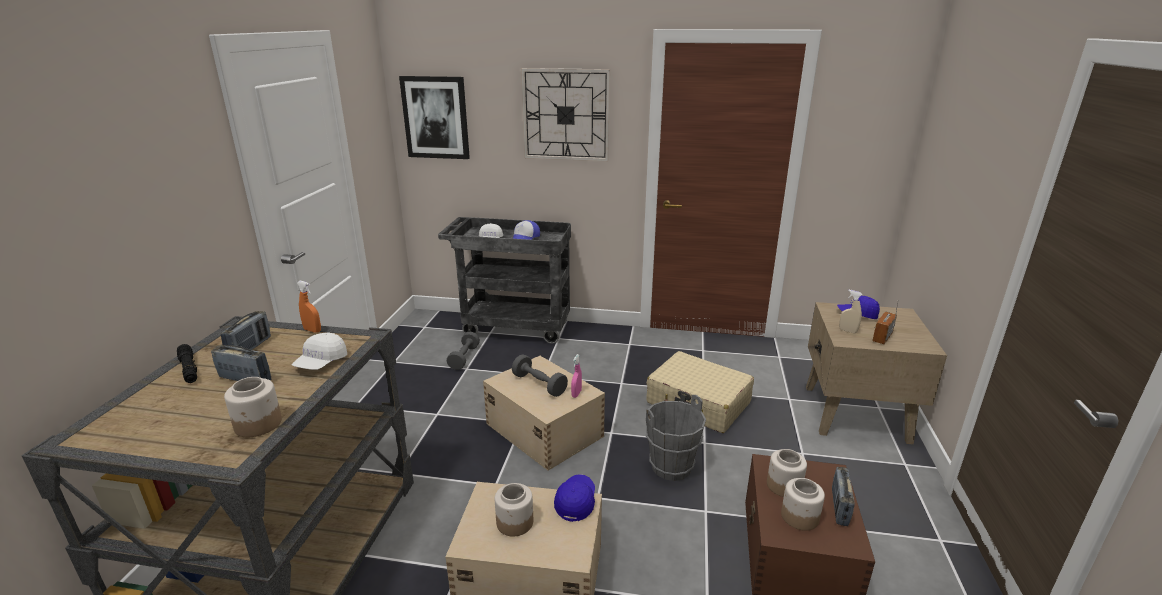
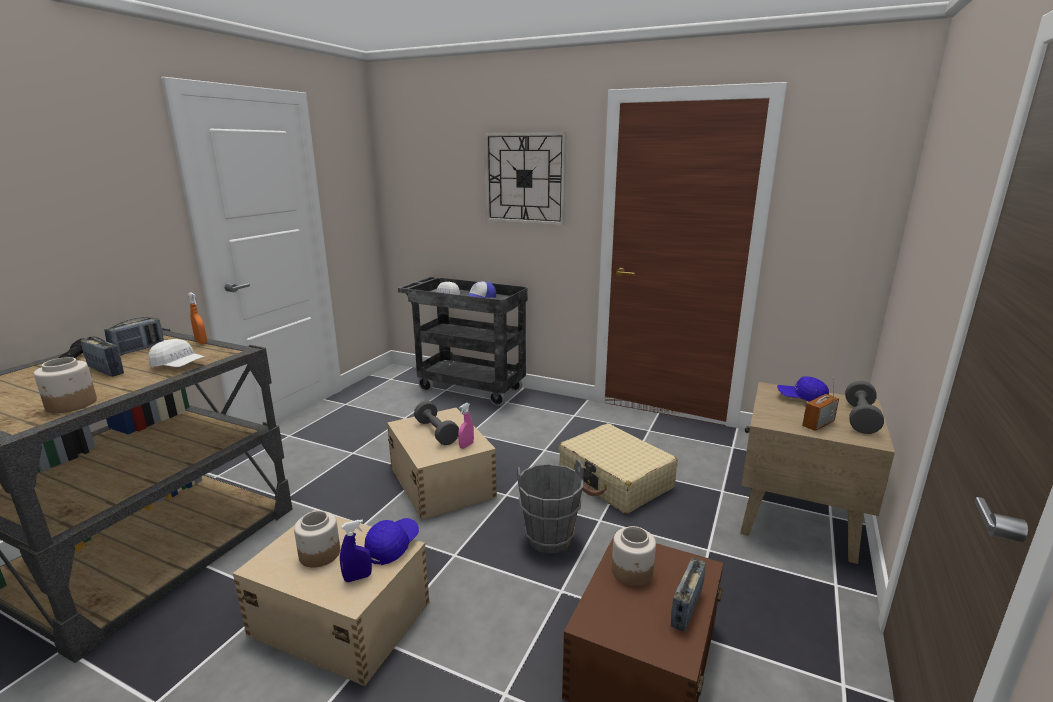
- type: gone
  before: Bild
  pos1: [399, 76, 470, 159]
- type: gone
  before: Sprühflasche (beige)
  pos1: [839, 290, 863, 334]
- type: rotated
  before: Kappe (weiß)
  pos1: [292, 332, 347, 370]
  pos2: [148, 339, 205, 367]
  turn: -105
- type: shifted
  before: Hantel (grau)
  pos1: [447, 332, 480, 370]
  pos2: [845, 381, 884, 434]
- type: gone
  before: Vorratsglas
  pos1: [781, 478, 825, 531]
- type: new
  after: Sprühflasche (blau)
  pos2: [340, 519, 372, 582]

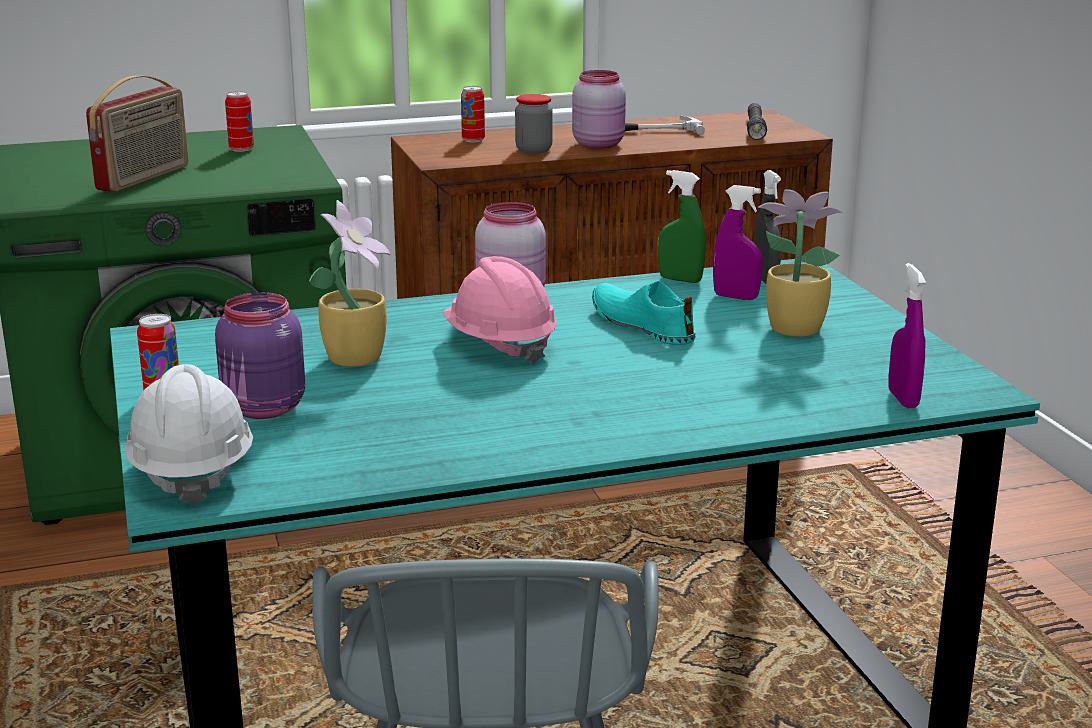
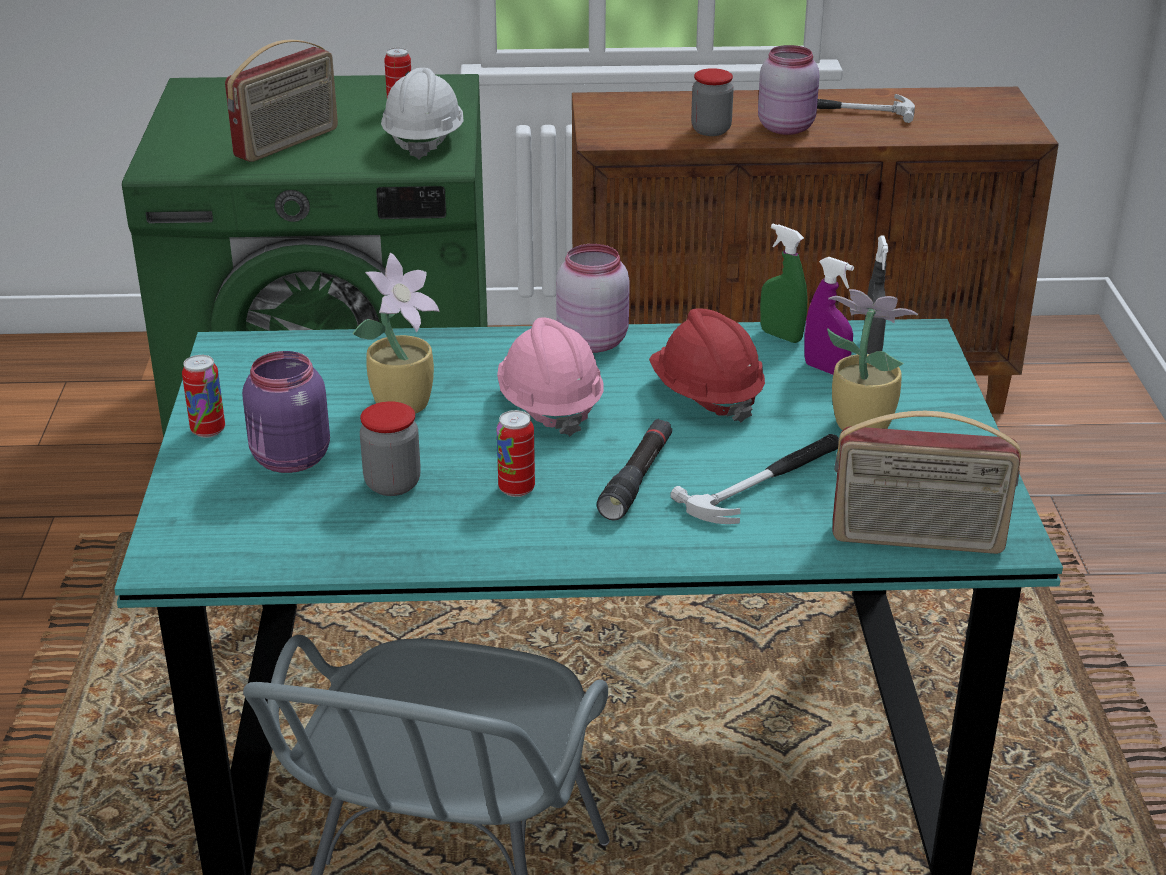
- type: shifted
  before: Dose
  pos1: [461, 86, 485, 142]
  pos2: [497, 410, 535, 497]
- type: shifted
  before: Taschenlampe (schwarz)
  pos1: [747, 103, 767, 140]
  pos2: [597, 419, 672, 520]
- type: swapped
  before: Sprühflasche (lila)
  after: Radio
  pos1: [888, 263, 926, 408]
  pos2: [833, 411, 1021, 554]
- type: swapped
  before: Schuh (türkis)
  after: Schutzhelm (rot)
  pos1: [592, 281, 695, 345]
  pos2: [649, 308, 765, 423]
- type: shifted
  before: Schutzhelm (weiß)
  pos1: [125, 364, 253, 506]
  pos2: [381, 68, 464, 160]
- type: new
  after: Vorratsglas
  pos2: [360, 401, 421, 496]
- type: new
  after: Hammer
  pos2: [671, 434, 839, 524]

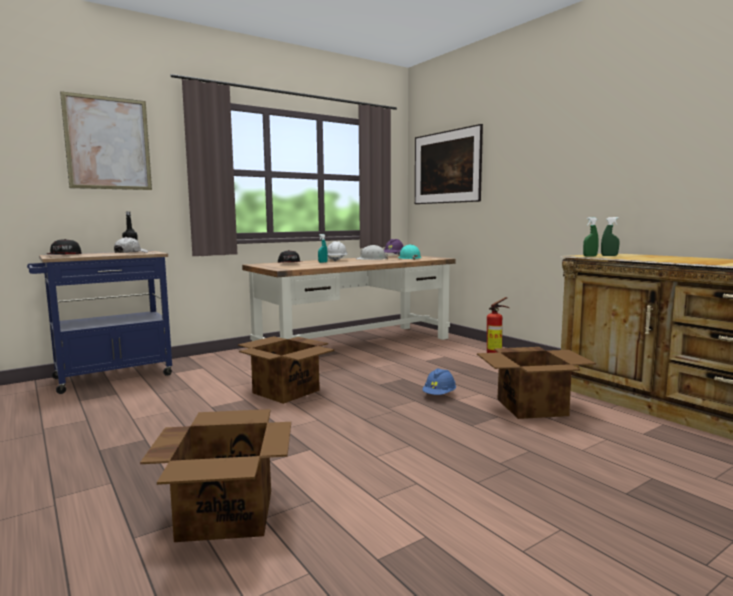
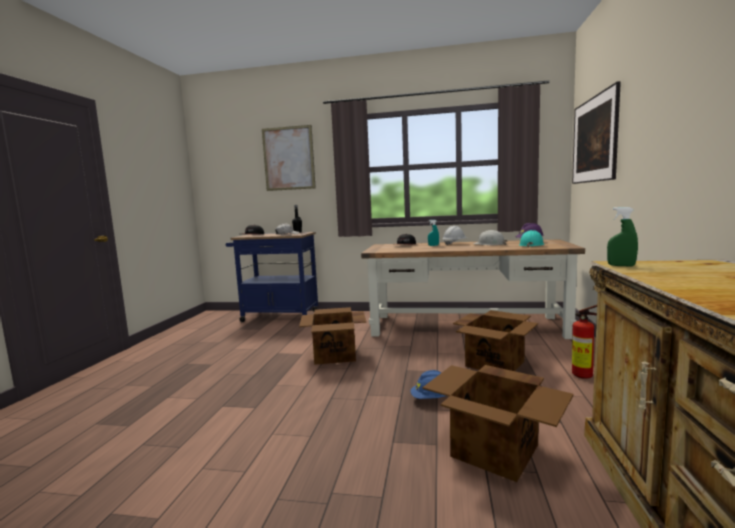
- type: gone
  before: Sprühflasche (grün)
  pos1: [601, 217, 619, 256]
- type: shifted
  before: Karton
  pos1: [140, 409, 291, 542]
  pos2: [453, 310, 538, 371]

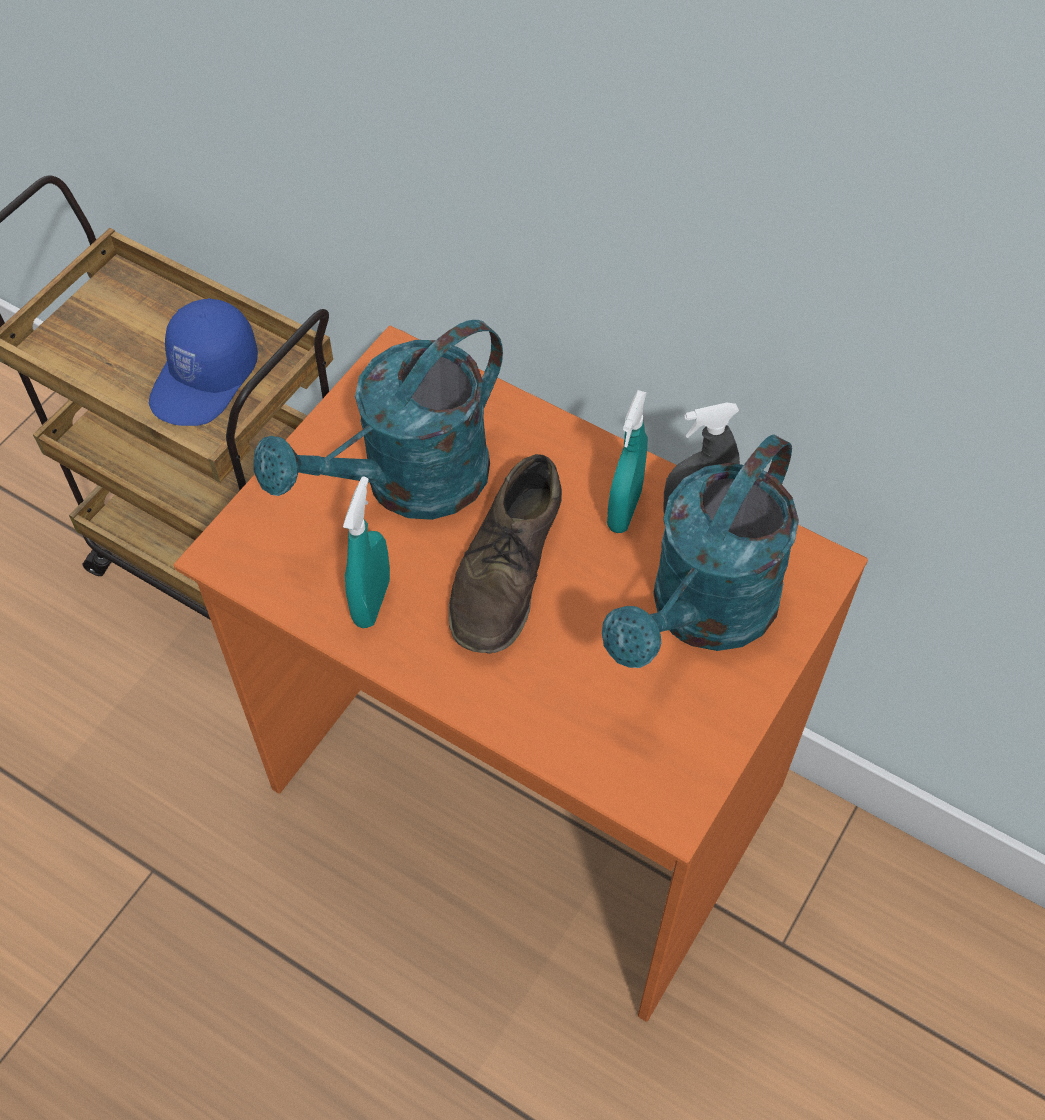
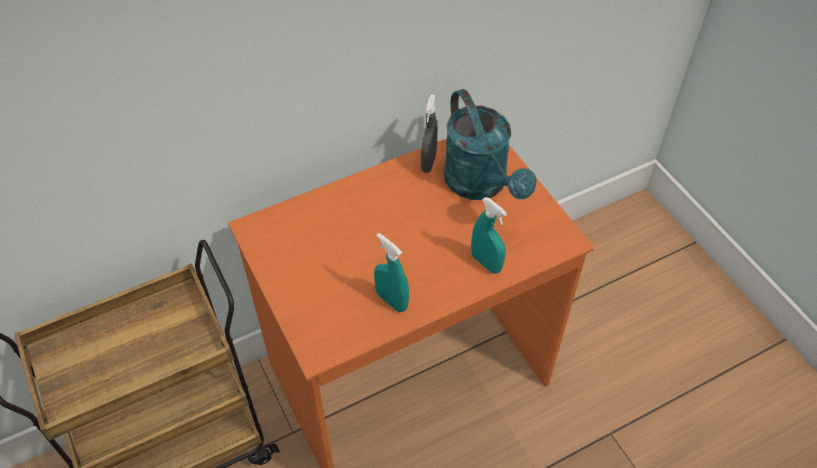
- type: gone
  before: Kappe (blau)
  pos1: [149, 298, 258, 426]
- type: gone
  before: Gießkanne (türkis)
  pos1: [254, 320, 503, 520]
- type: shifted
  before: Sprühflasche (türkis)
  pos1: [607, 390, 647, 533]
  pos2: [471, 197, 507, 274]
- type: gone
  before: Schuh (braun)
  pos1: [449, 454, 562, 654]

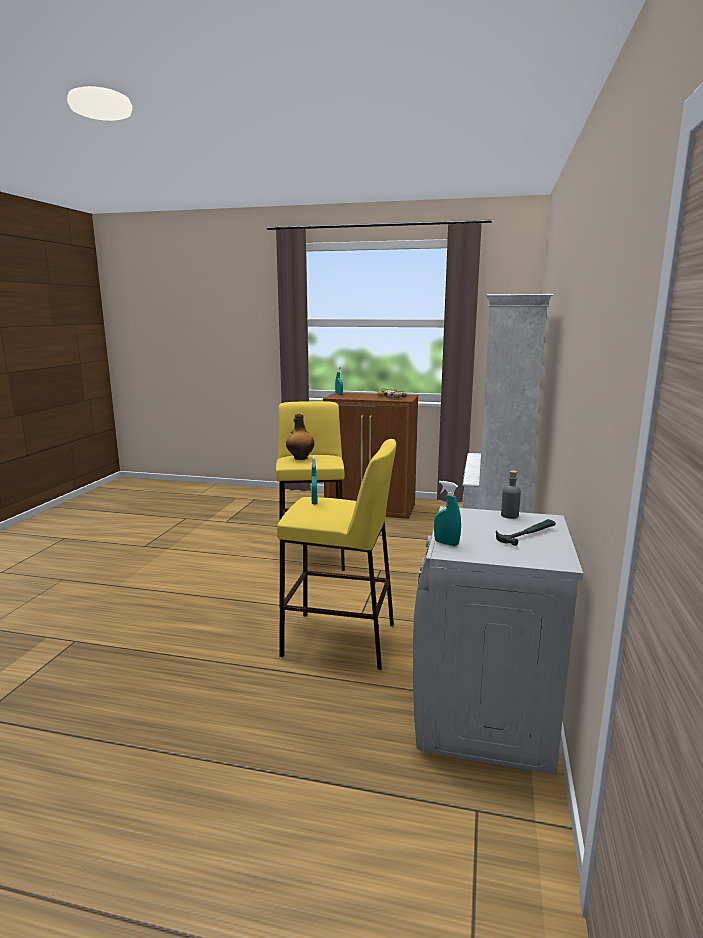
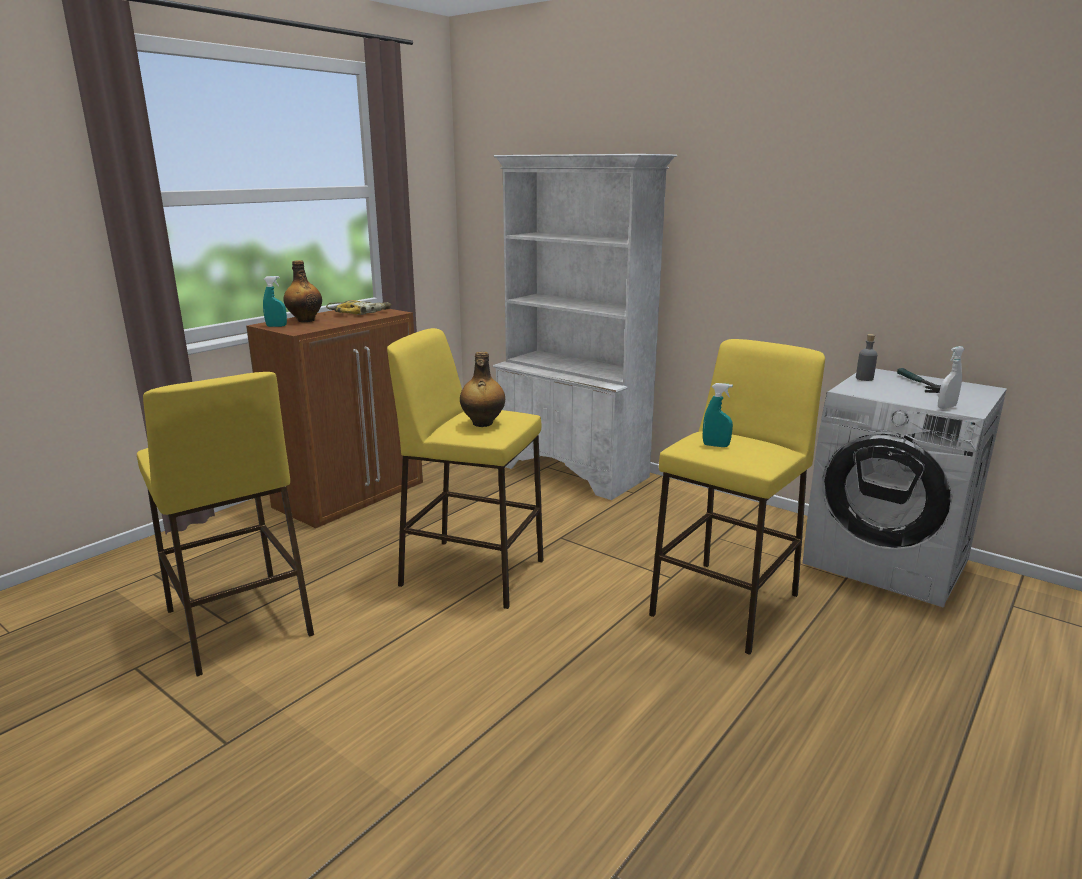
- type: repainted
  before: Sprühflasche (türkis)
  after: Sprühflasche (weiß)
  pos1: [434, 481, 461, 546]
  pos2: [938, 346, 965, 409]
- type: new
  after: Flasche
  pos2: [284, 260, 322, 322]
- type: new
  after: Hocker (gelb)
  pos2: [137, 372, 314, 677]

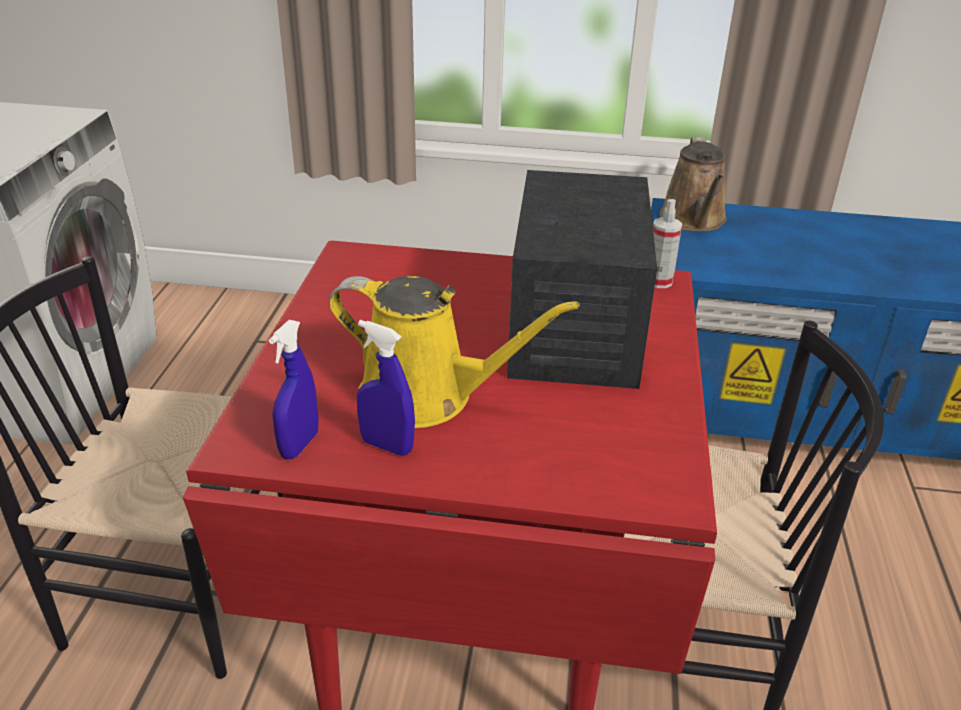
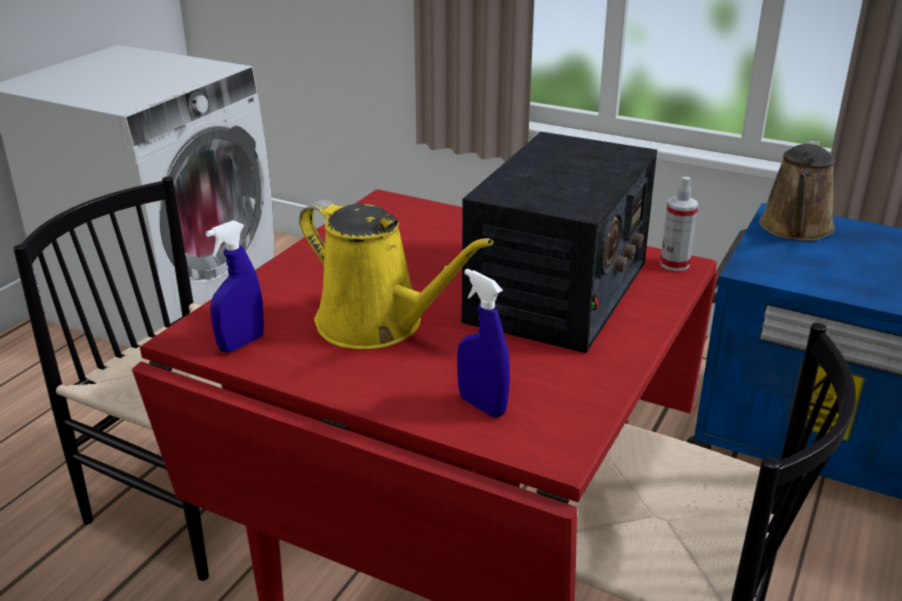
- type: shifted
  before: Sprühflasche (blau)
  pos1: [357, 320, 415, 456]
  pos2: [457, 269, 510, 418]

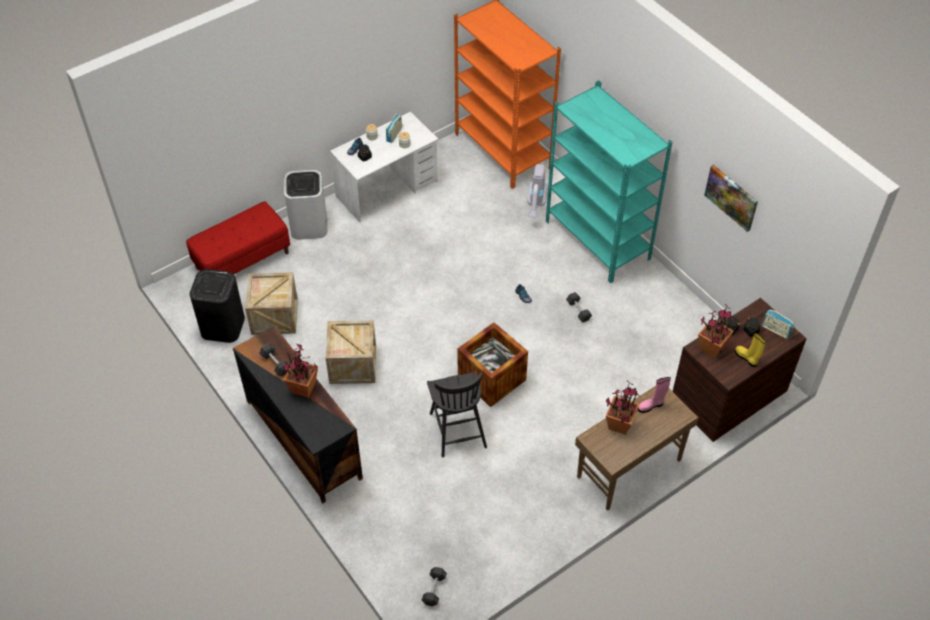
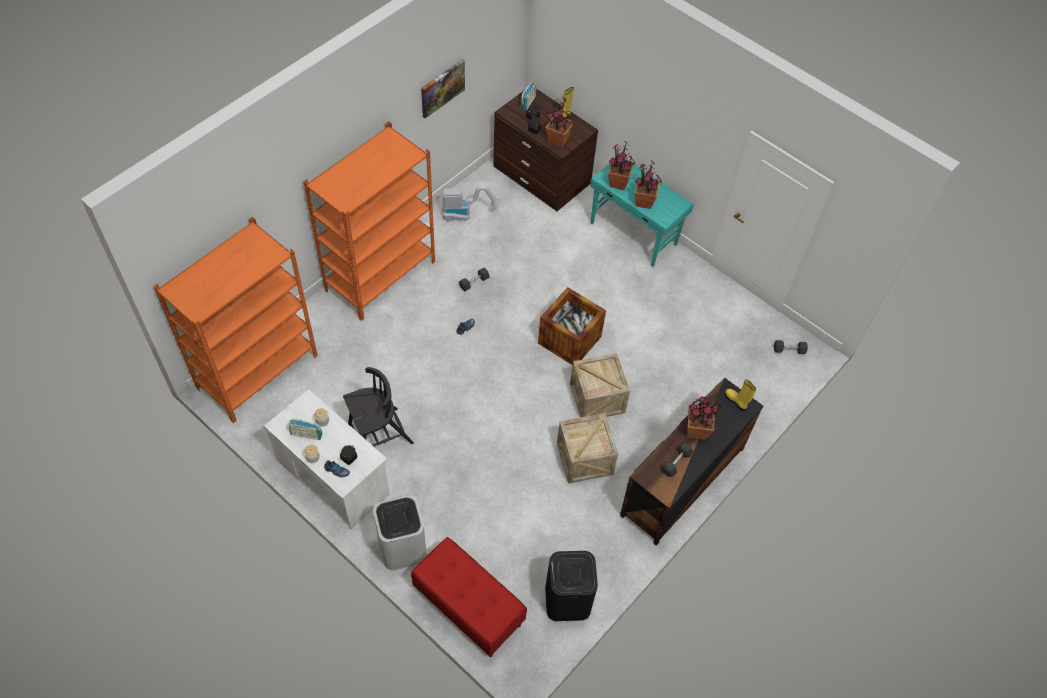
- type: repainted
  before: Bücherregal (türkis)
  after: Bücherregal (orange)
  pos1: [546, 80, 672, 283]
  pos2: [303, 121, 435, 321]
- type: shifted
  before: Staubsauger
  pos1: [527, 164, 548, 217]
  pos2: [443, 185, 501, 222]
- type: shifted
  before: Kiste
  pos1: [245, 272, 298, 335]
  pos2: [570, 353, 630, 418]
- type: shifted
  before: Stuhl (schwarz)
  pos1: [427, 371, 487, 458]
  pos2: [343, 367, 414, 446]
- type: swapped
  before: Stiefel (rosa)
  after: Topfpflanze
  pos1: [637, 377, 671, 413]
  pos2: [608, 142, 636, 190]
- type: repainted
  before: Konsolentisch (braun)
  after: Konsolentisch (türkis)
  pos1: [575, 386, 699, 511]
  pos2: [590, 155, 694, 267]
- type: new
  after: Stiefel (gelb)
  pos2: [725, 379, 756, 411]

